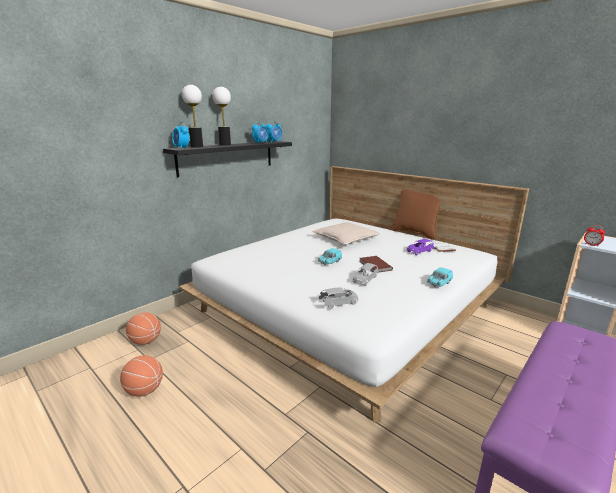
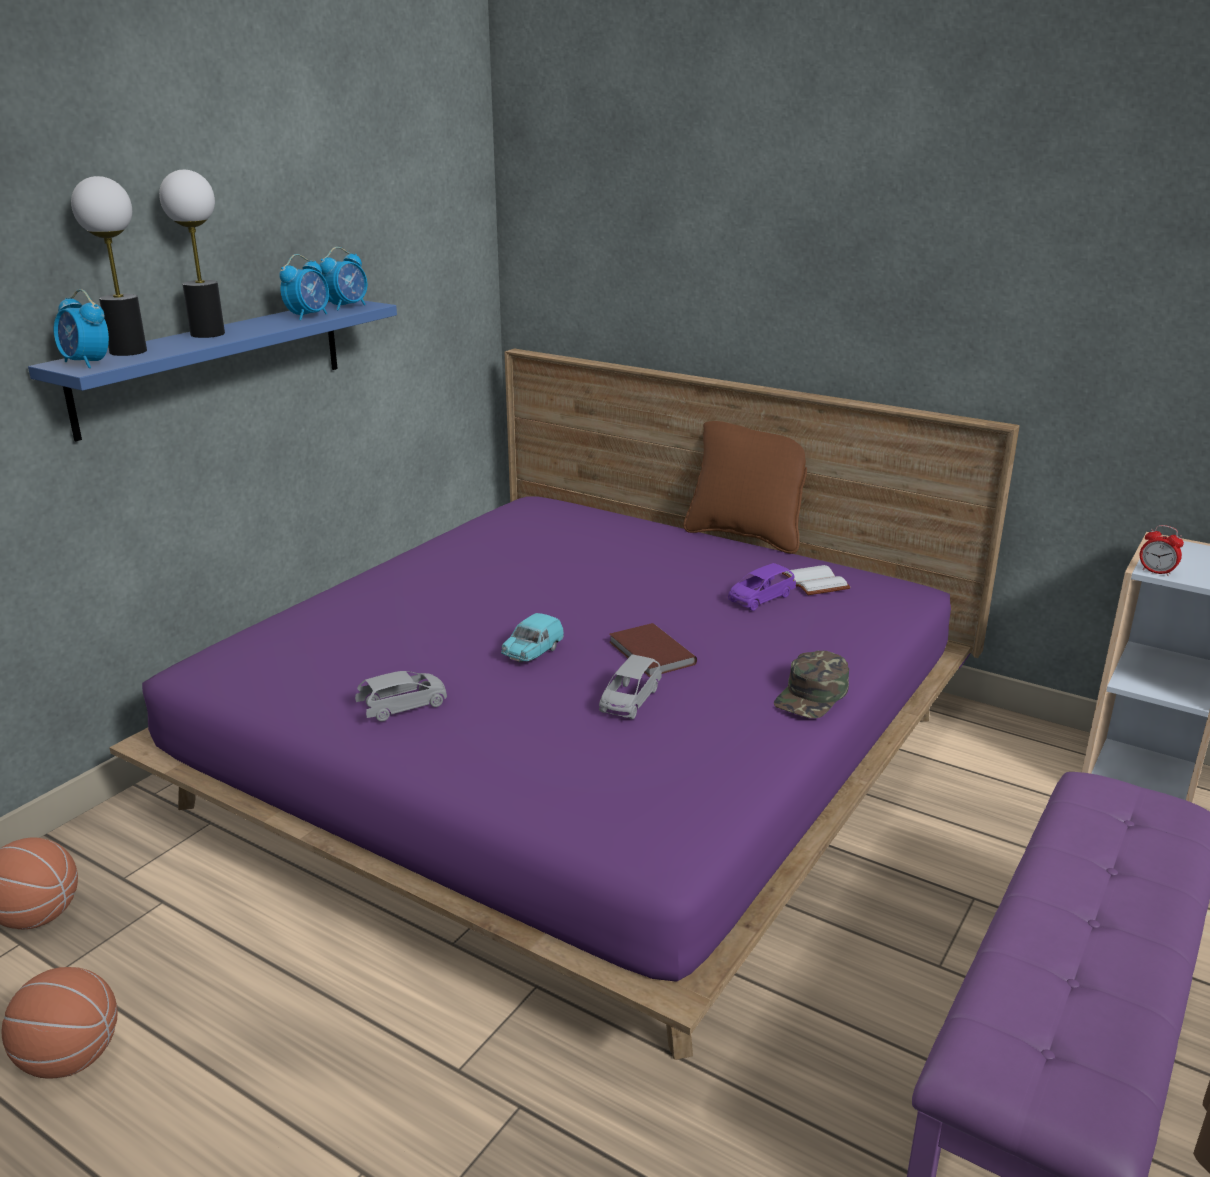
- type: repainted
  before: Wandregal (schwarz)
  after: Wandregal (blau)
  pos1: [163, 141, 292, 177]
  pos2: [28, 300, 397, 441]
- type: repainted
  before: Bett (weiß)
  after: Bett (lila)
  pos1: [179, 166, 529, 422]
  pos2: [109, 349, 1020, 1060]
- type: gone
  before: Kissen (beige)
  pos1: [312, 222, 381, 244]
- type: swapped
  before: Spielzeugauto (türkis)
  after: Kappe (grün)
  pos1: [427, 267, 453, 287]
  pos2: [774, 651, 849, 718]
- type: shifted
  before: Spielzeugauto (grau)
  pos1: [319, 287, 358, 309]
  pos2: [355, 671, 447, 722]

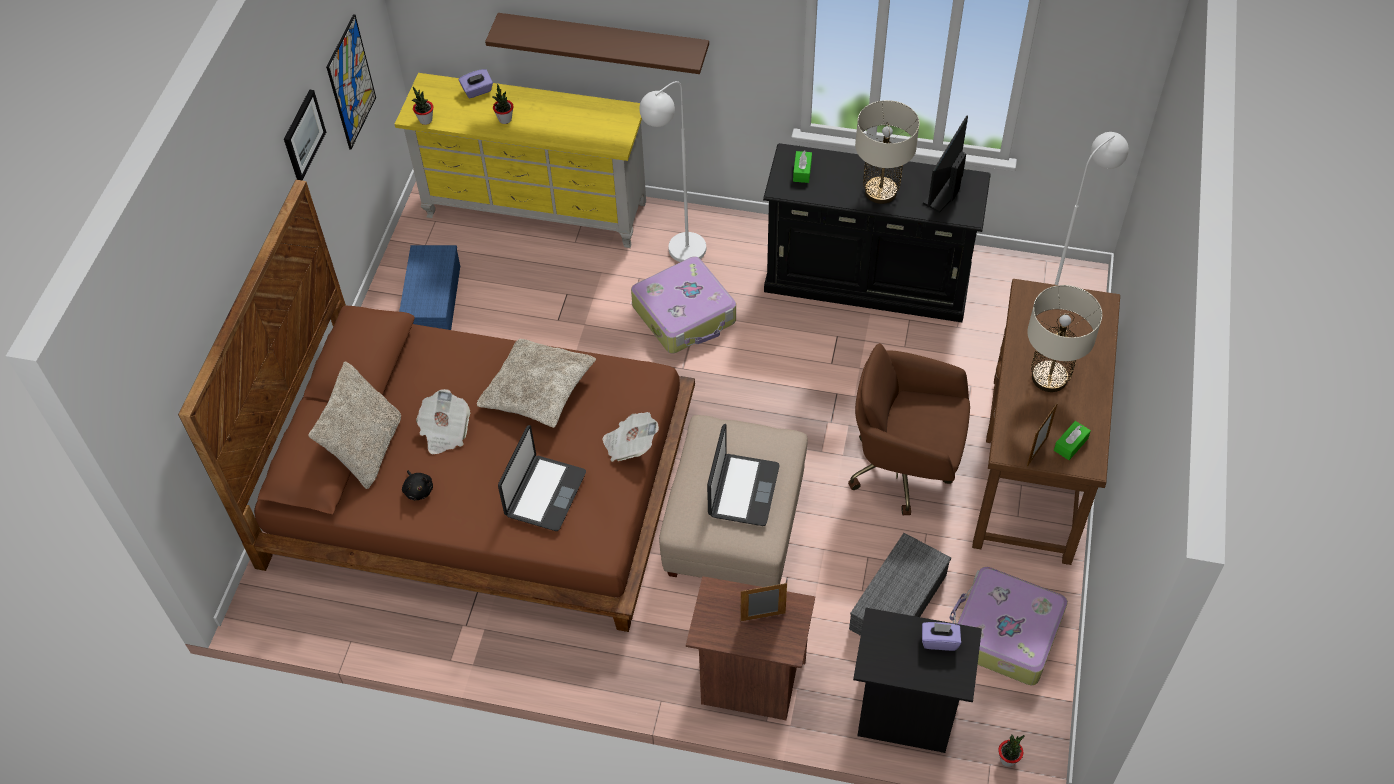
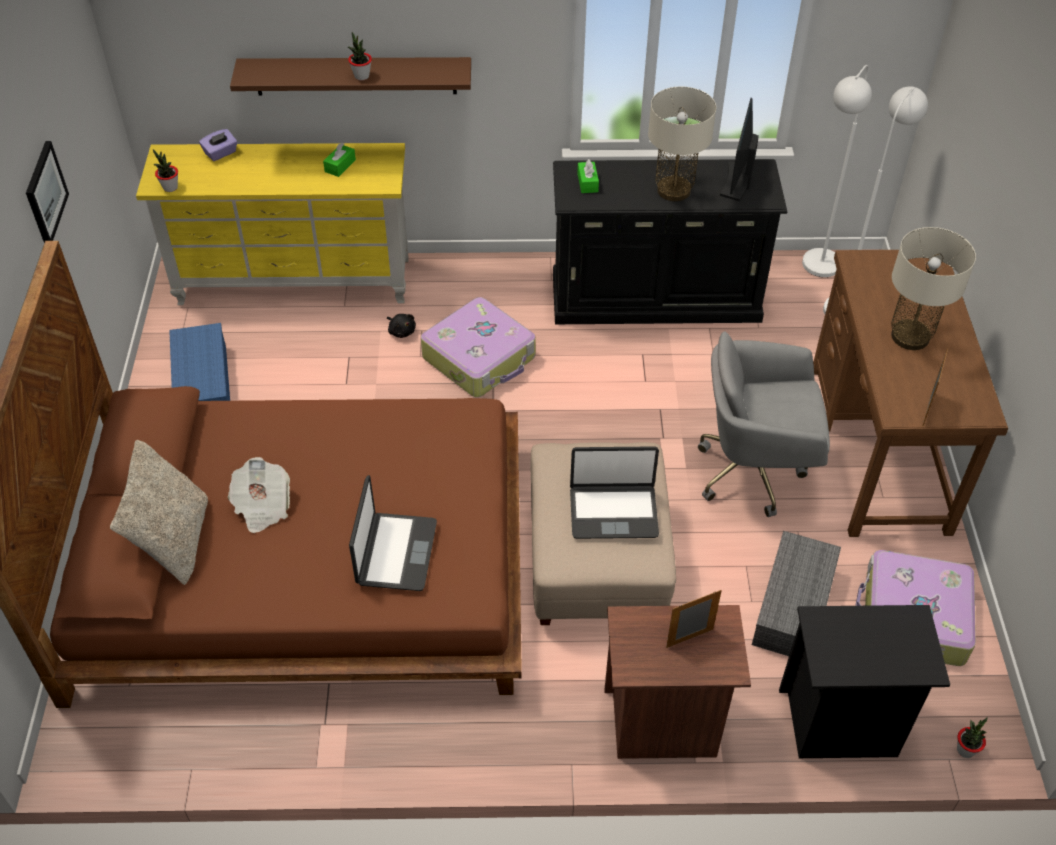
- type: gone
  before: Bild
  pos1: [326, 14, 376, 149]
- type: shifted
  before: Stehlampe (weiß)
  pos1: [639, 81, 706, 262]
  pos2: [802, 65, 872, 277]
- type: shifted
  before: Topfpflanze
  pos1: [492, 84, 513, 124]
  pos2: [348, 32, 372, 81]
- type: gone
  before: Kissen (beige)
  pos1: [477, 339, 596, 428]
- type: repainted
  before: Bürostuhl (braun)
  after: Bürostuhl (grau)
  pos1: [848, 343, 970, 516]
  pos2: [698, 331, 830, 517]
- type: gone
  before: Zeitung
  pos1: [602, 412, 659, 462]
- type: shifted
  before: Taschentuchbox (grün)
  pos1: [1054, 421, 1091, 460]
  pos2: [323, 143, 356, 177]
- type: rotated
  before: Laptop
  pos1: [707, 424, 780, 526]
  pos2: [570, 446, 659, 539]
  turn: 90
- type: shifted
  before: Plüschtier (schwarz)
  pos1: [402, 470, 433, 501]
  pos2: [387, 314, 416, 338]
- type: gone
  before: Taschentuchbox (lila)
  pos1: [922, 622, 961, 651]

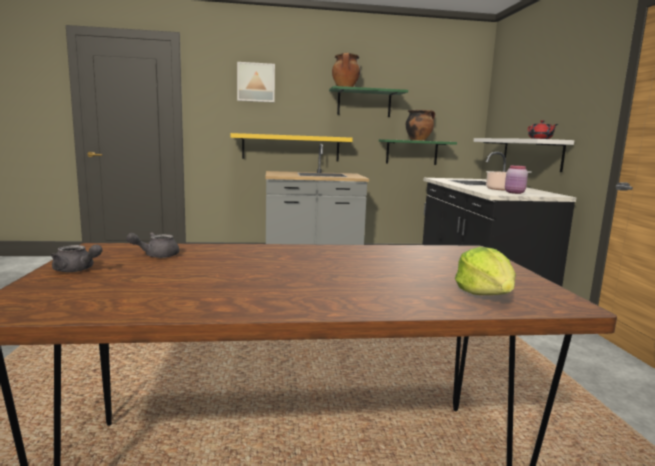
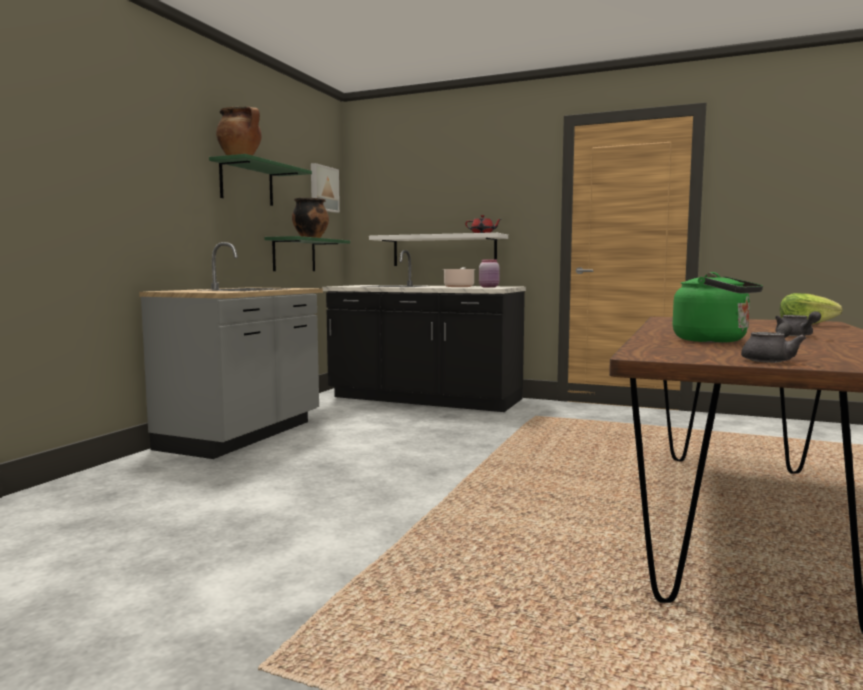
- type: shifted
  before: Bild
  pos1: [237, 62, 275, 102]
  pos2: [311, 163, 340, 213]
- type: gone
  before: Wandregal (gelb)
  pos1: [231, 133, 353, 162]
- type: shifted
  before: Teekanne (grau)
  pos1: [126, 232, 179, 258]
  pos2: [775, 311, 821, 336]
- type: new
  after: Wasserkessel (grün)
  pos2: [673, 272, 763, 343]

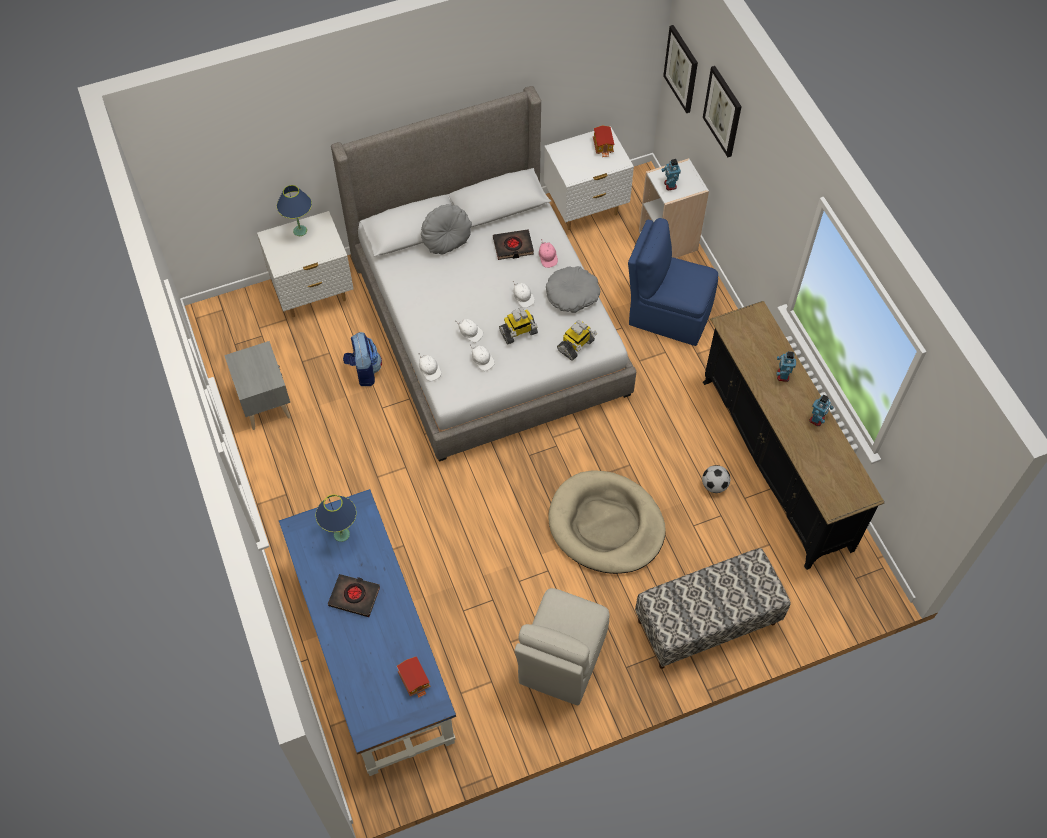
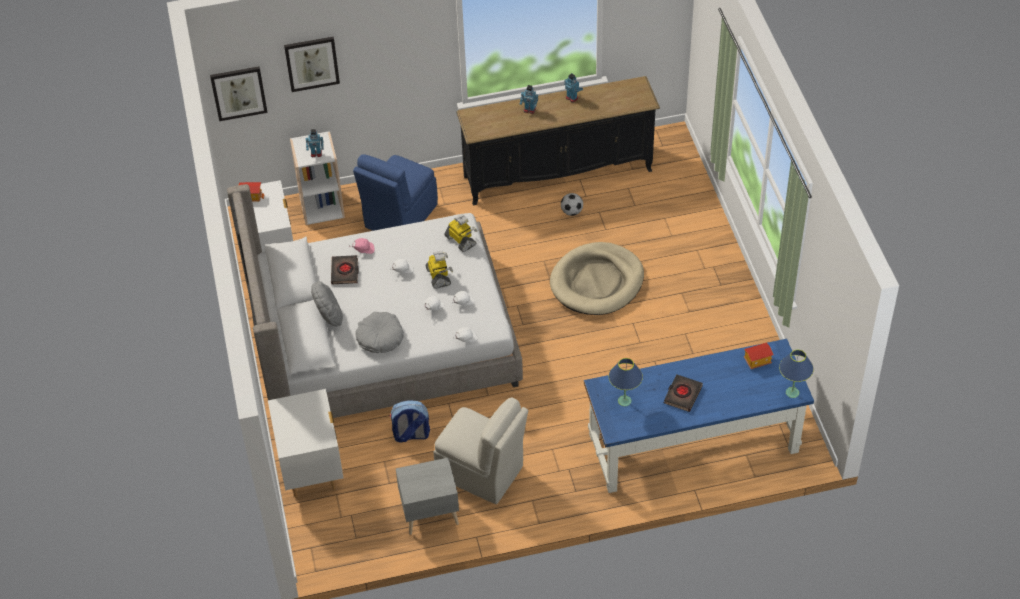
- type: shifted
  before: Tischlampe (blau)
  pos1: [277, 185, 312, 236]
  pos2: [779, 350, 814, 398]
- type: shifted
  before: Kissen (grau)
  pos1: [546, 266, 600, 313]
  pos2: [356, 312, 404, 353]
- type: gone
  before: Bank
  pos1: [635, 548, 791, 669]
- type: shifted
  before: Stuhl (beige)
  pos1: [515, 588, 610, 705]
  pos2: [434, 397, 528, 504]

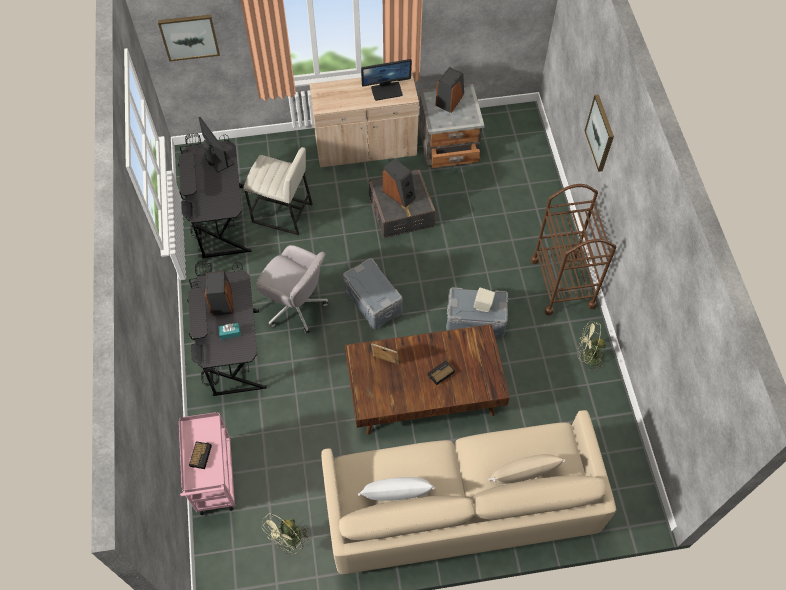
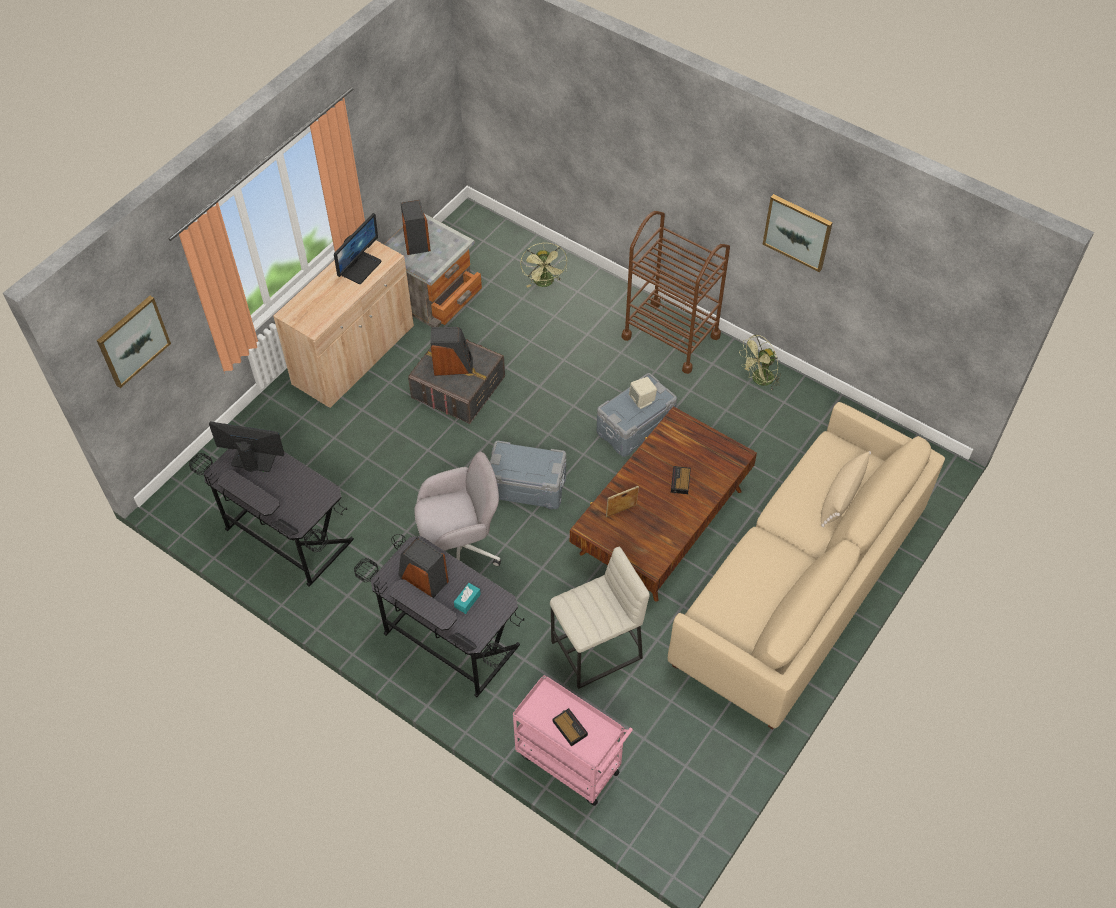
- type: shifted
  before: Bild
  pos1: [585, 94, 614, 172]
  pos2: [763, 194, 833, 272]
- type: shifted
  before: Hocker (beige)
  pos1: [243, 147, 313, 235]
  pos2: [550, 547, 650, 689]
- type: gone
  before: Kissen (weiß)
  pos1: [358, 477, 436, 501]
- type: shifted
  before: Ventilator (grün)
  pos1: [262, 513, 308, 555]
  pos2: [520, 243, 567, 288]

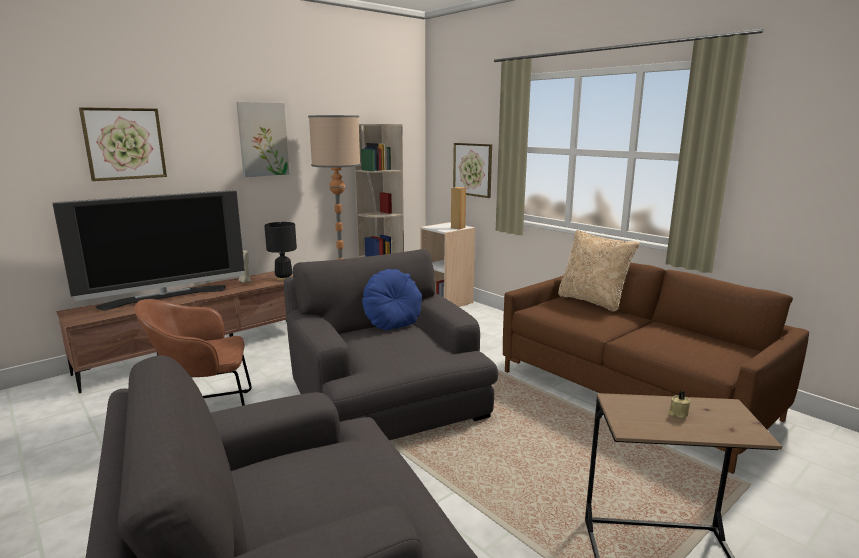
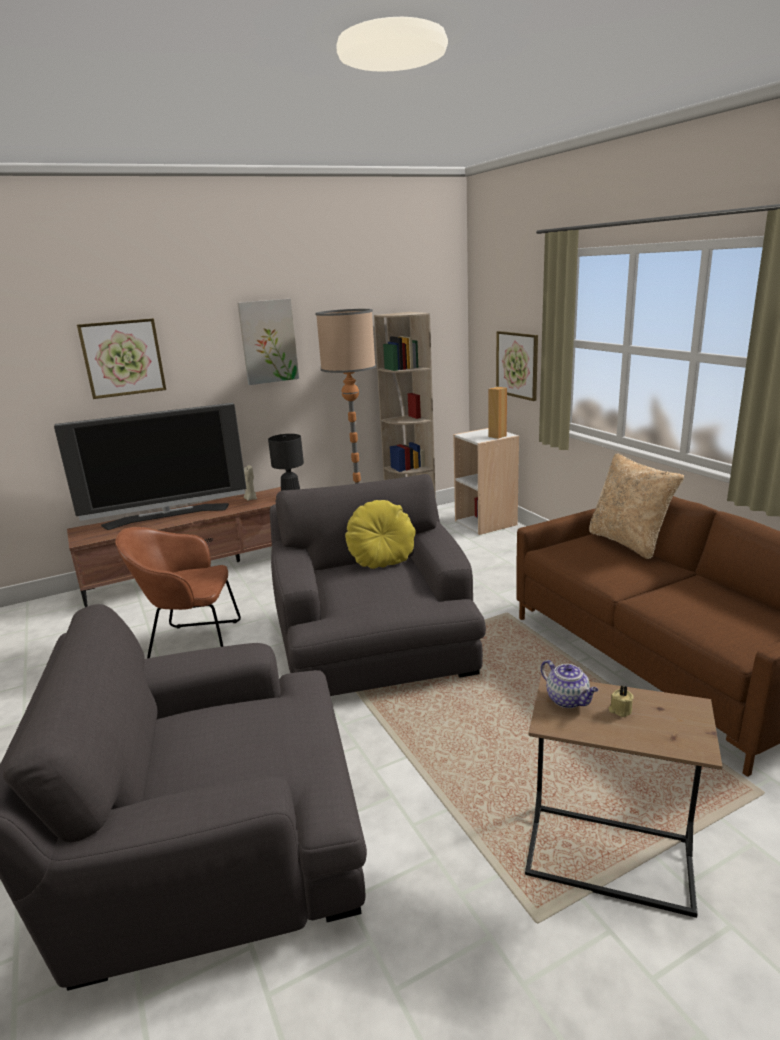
- type: repainted
  before: Kissen (blau)
  after: Kissen (gelb)
  pos1: [362, 269, 422, 330]
  pos2: [345, 500, 416, 569]
- type: new
  after: Teekanne
  pos2: [541, 660, 598, 708]

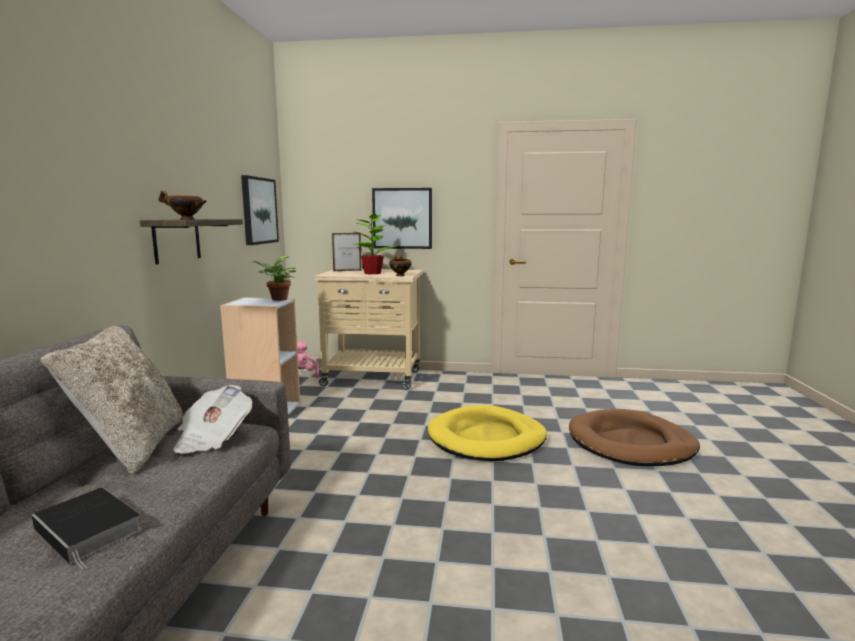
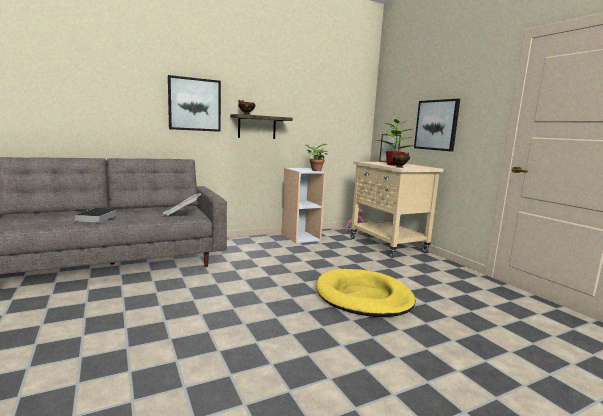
- type: shifted
  before: Bild
  pos1: [241, 175, 279, 245]
  pos2: [168, 75, 221, 132]
- type: gone
  before: Kissen (beige)
  pos1: [41, 326, 183, 474]
- type: gone
  before: Hundebett (braun)
  pos1: [569, 409, 700, 466]

